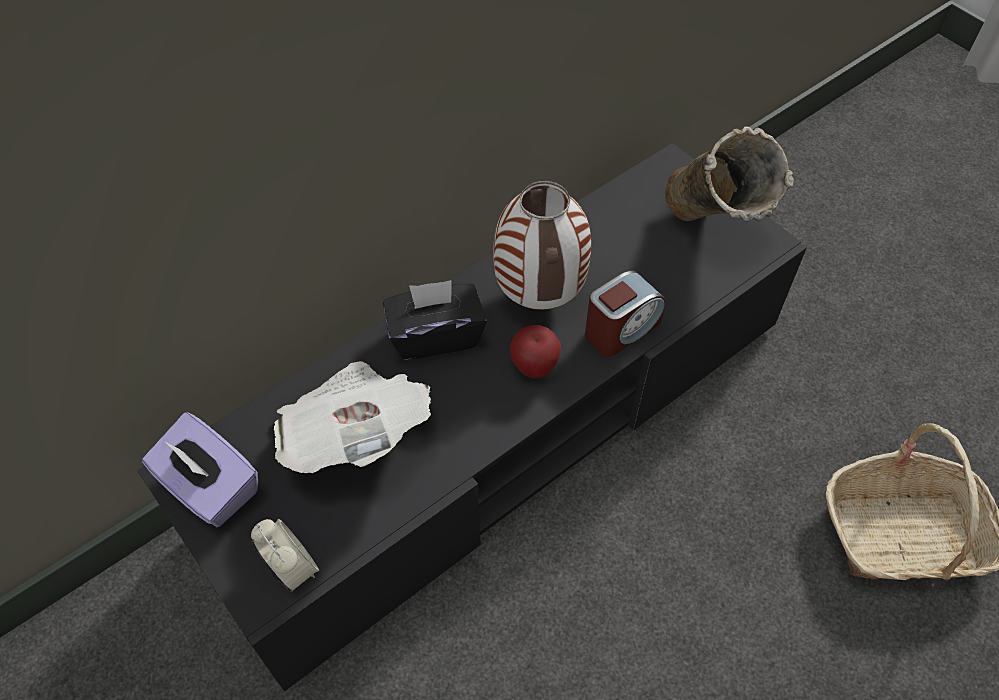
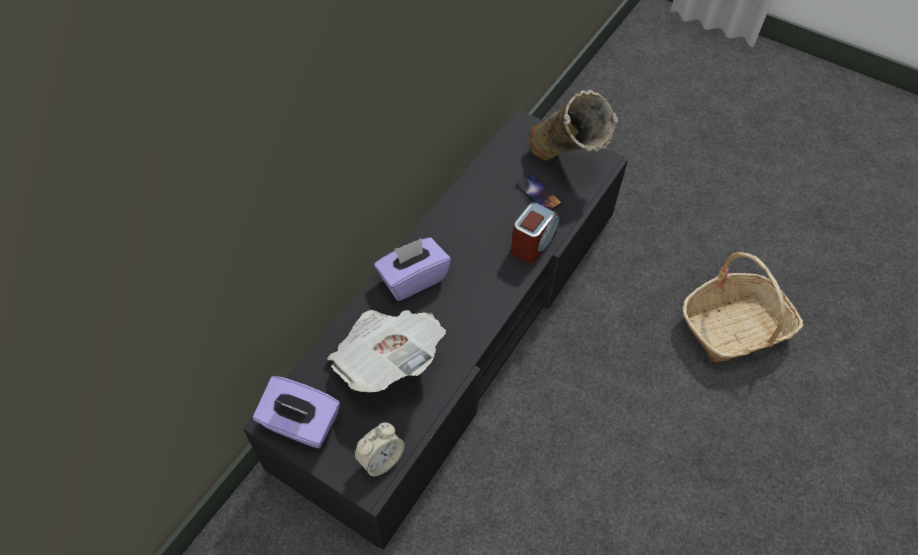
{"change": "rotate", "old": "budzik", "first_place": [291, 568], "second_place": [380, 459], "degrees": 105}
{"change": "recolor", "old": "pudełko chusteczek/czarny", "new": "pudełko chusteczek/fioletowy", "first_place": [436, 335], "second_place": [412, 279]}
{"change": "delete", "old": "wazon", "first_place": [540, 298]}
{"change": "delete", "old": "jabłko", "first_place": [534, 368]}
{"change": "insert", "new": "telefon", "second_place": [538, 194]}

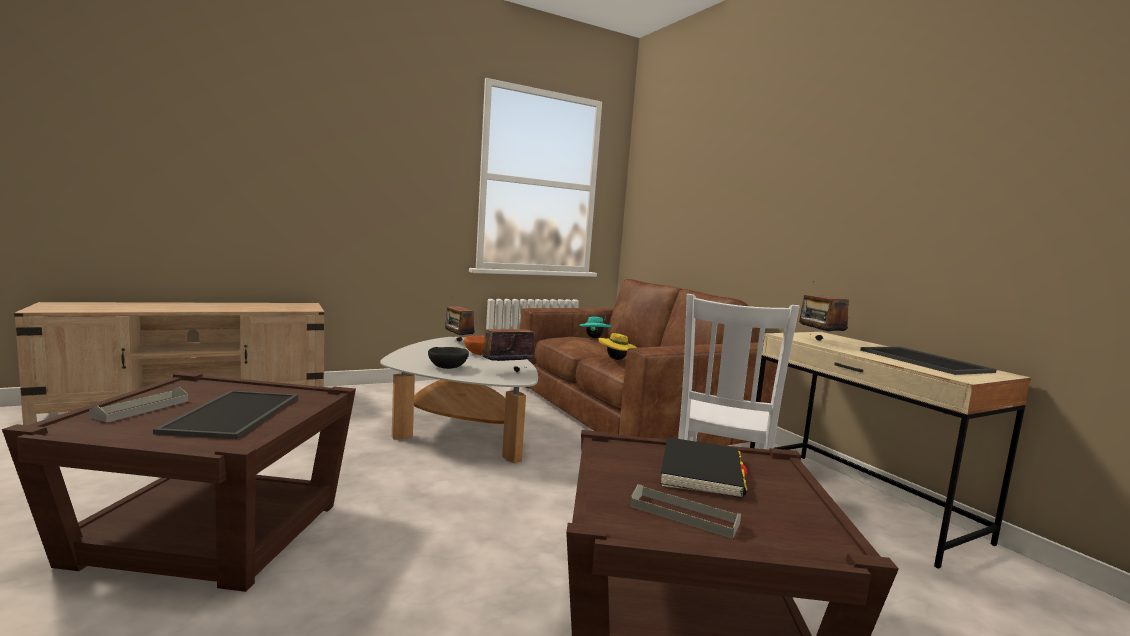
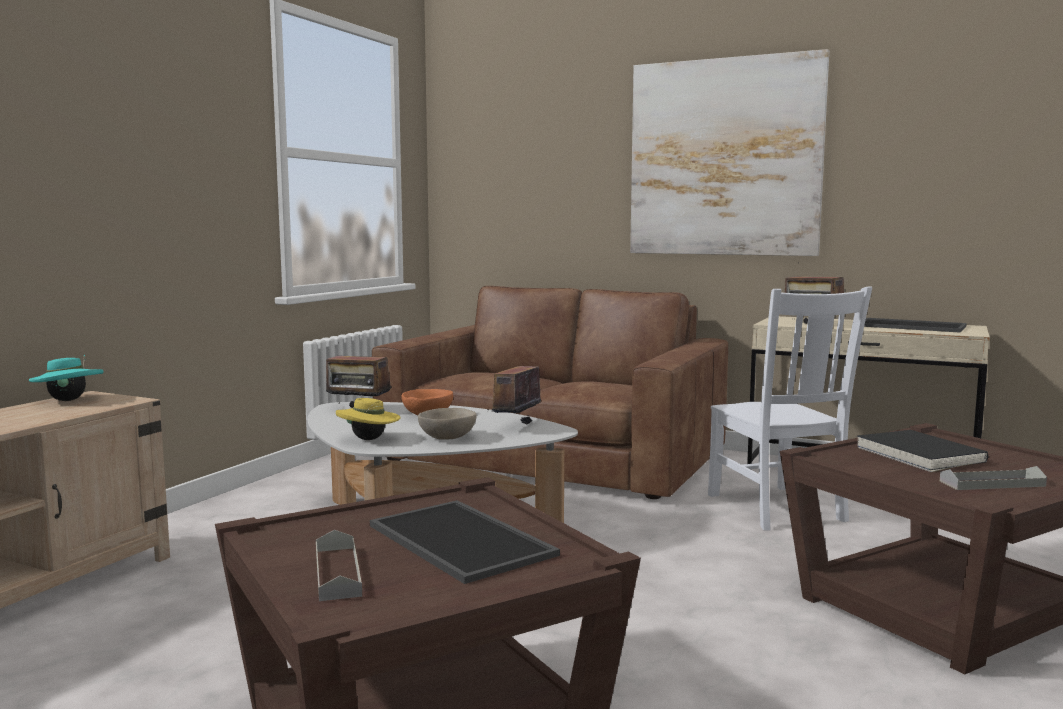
{"change": "recolor", "old": "miska/czarny", "new": "miska/beżowy", "first_place": [448, 367], "second_place": [448, 438]}
{"change": "move", "old": "kapelusz/turkusowy", "first_place": [594, 337], "second_place": [68, 400]}
{"change": "move", "old": "kapelusz/żółty", "first_place": [616, 359], "second_place": [369, 439]}
{"change": "insert", "new": "obraz", "second_place": [724, 158]}

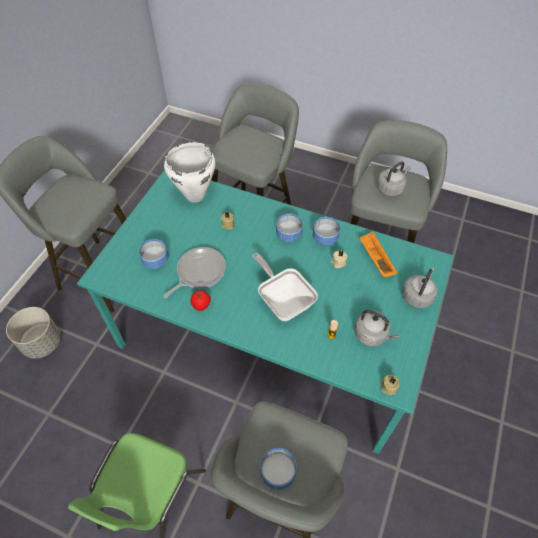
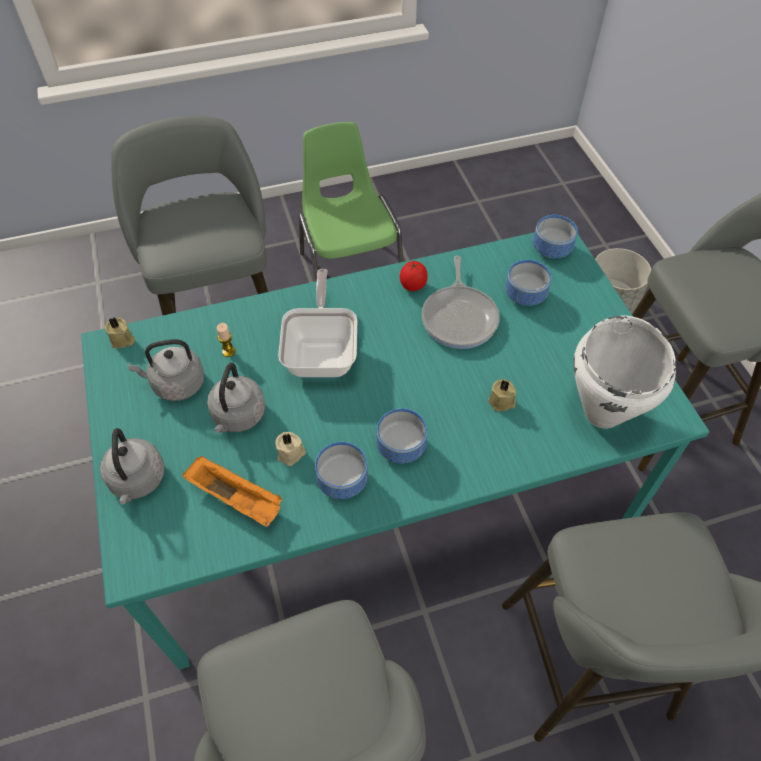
{"change": "rotate", "old": "patelnia", "first_place": [283, 300], "second_place": [322, 352], "degrees": -105}
{"change": "move", "old": "miska", "first_place": [277, 474], "second_place": [550, 248]}
{"change": "move", "old": "czajnik/szary", "first_place": [391, 188], "second_place": [238, 417]}

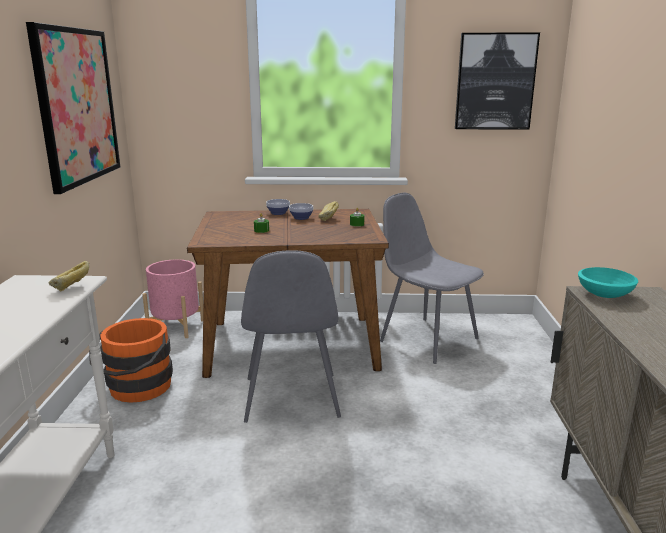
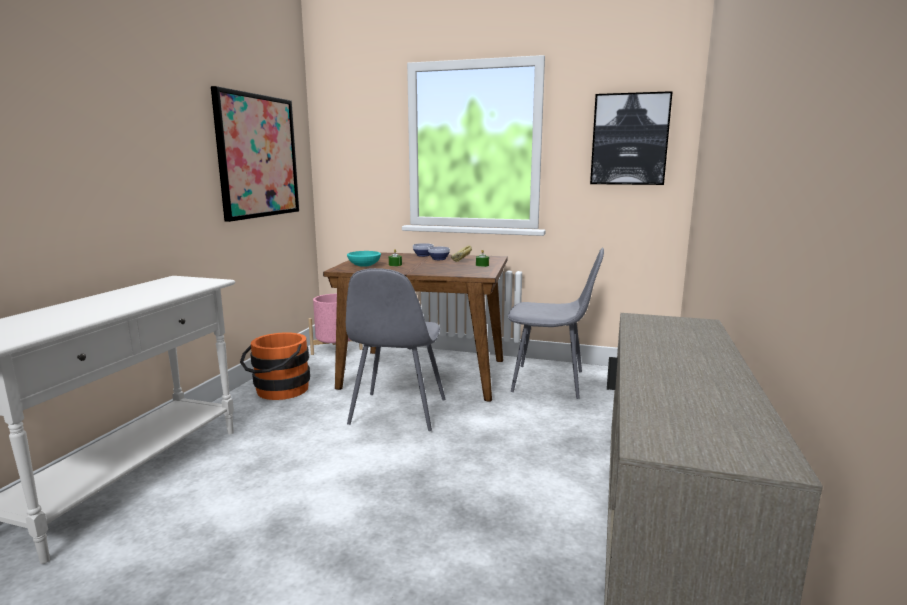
{"change": "delete", "old": "chleb", "first_place": [72, 288]}
{"change": "rotate", "old": "krzesło/szary", "first_place": [426, 339], "second_place": [550, 382], "degrees": 135}
{"change": "move", "old": "miska/turkusowy", "first_place": [605, 295], "second_place": [364, 265]}

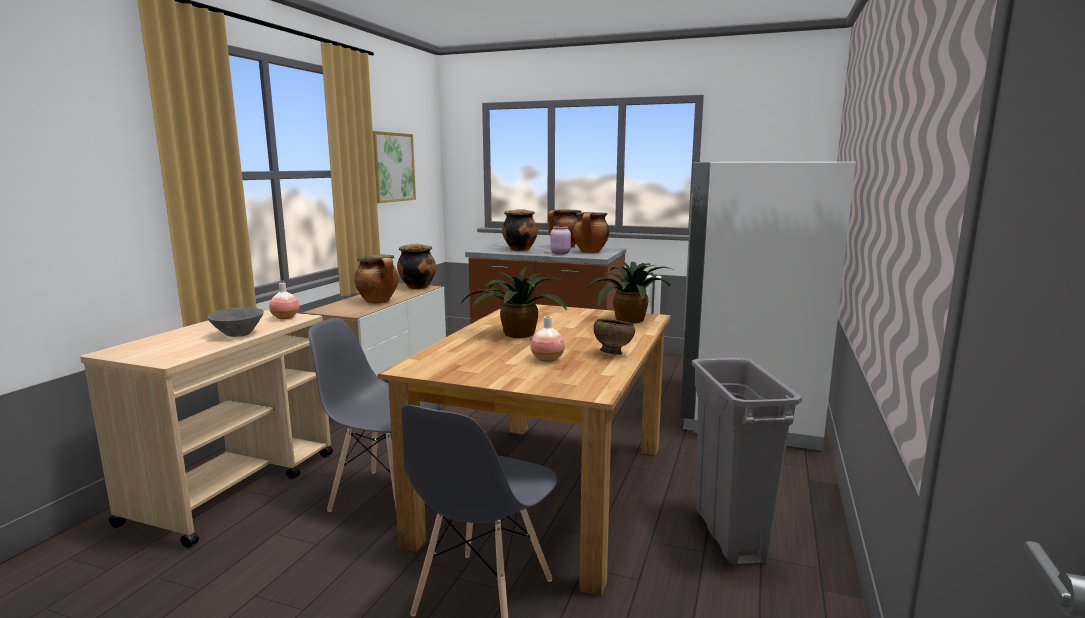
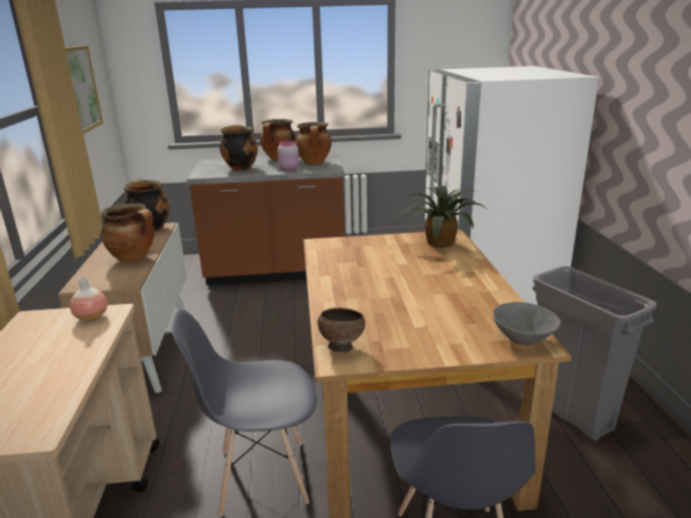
{"change": "move", "old": "miska/szary", "first_place": [238, 334], "second_place": [523, 340]}
{"change": "delete", "old": "roślina doniczkowa", "first_place": [516, 334]}
{"change": "delete", "old": "wazon", "first_place": [547, 359]}
{"change": "move", "old": "miska/brązowy", "first_place": [612, 353], "second_place": [341, 348]}

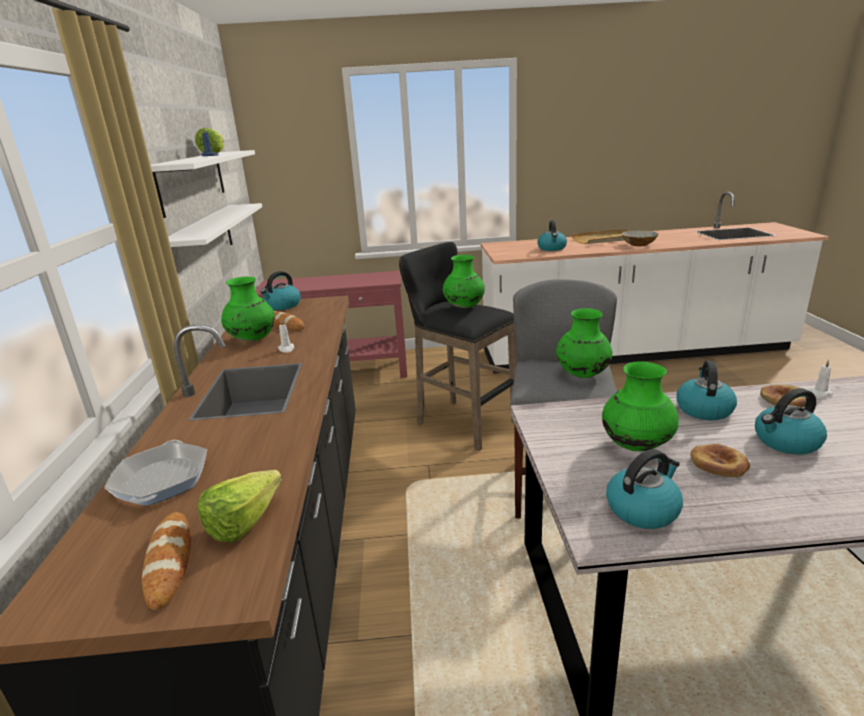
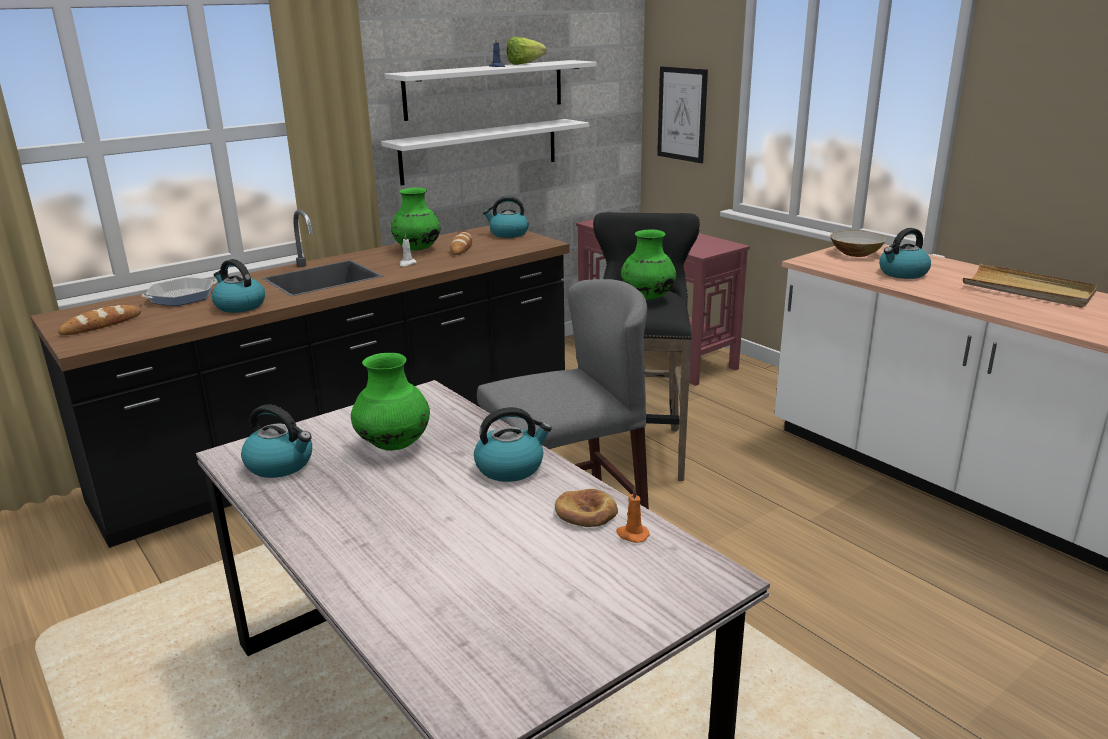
{"change": "delete", "old": "sałata", "first_place": [251, 520]}
{"change": "delete", "old": "wazon/zielony", "first_place": [582, 374]}
{"change": "move", "old": "miska", "first_place": [638, 244], "second_place": [855, 253]}
{"change": "delete", "old": "chleb", "first_place": [719, 464]}
{"change": "move", "old": "czajnik", "first_place": [786, 442], "second_place": [239, 306]}
{"change": "recolor", "old": "świeca/biały", "new": "świeca/pomarańczowy", "first_place": [819, 394], "second_place": [632, 534]}
{"change": "insert", "new": "obraz", "second_place": [682, 114]}

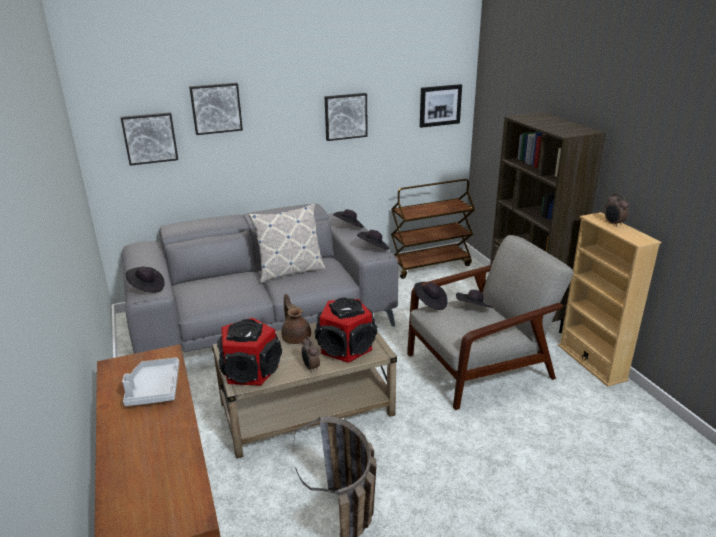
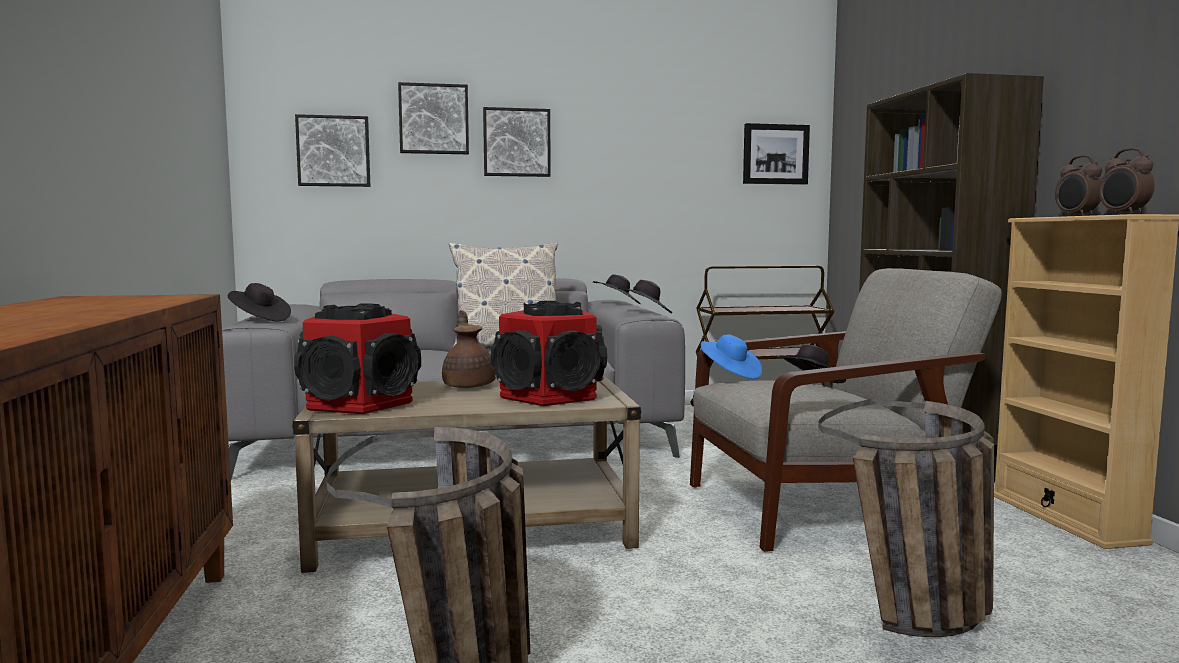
{"change": "delete", "old": "taca/szary", "first_place": [154, 389]}
{"change": "move", "old": "budzik", "first_place": [310, 368], "second_place": [1123, 214]}
{"change": "move", "old": "obraz", "first_place": [345, 116], "second_place": [516, 142]}
{"change": "recolor", "old": "kapelusz/czarny", "new": "kapelusz/niebieski", "first_place": [430, 303], "second_place": [730, 374]}
{"change": "insert", "new": "koszyk", "second_place": [919, 622]}

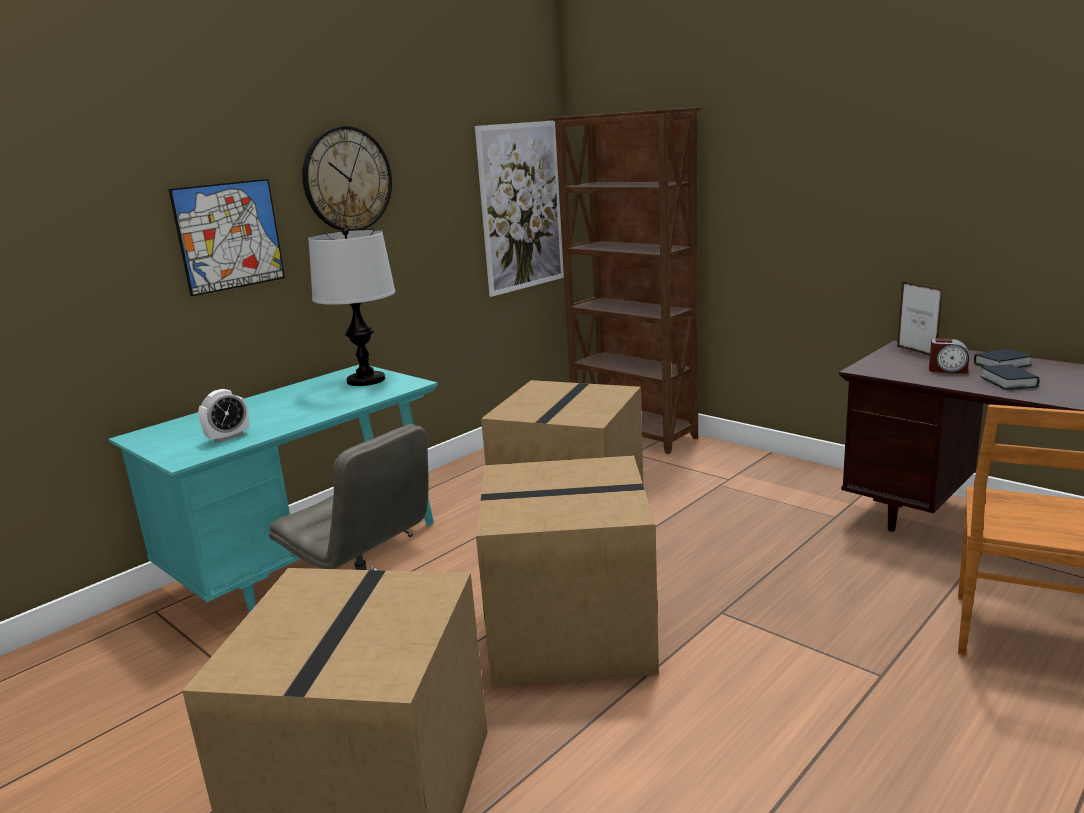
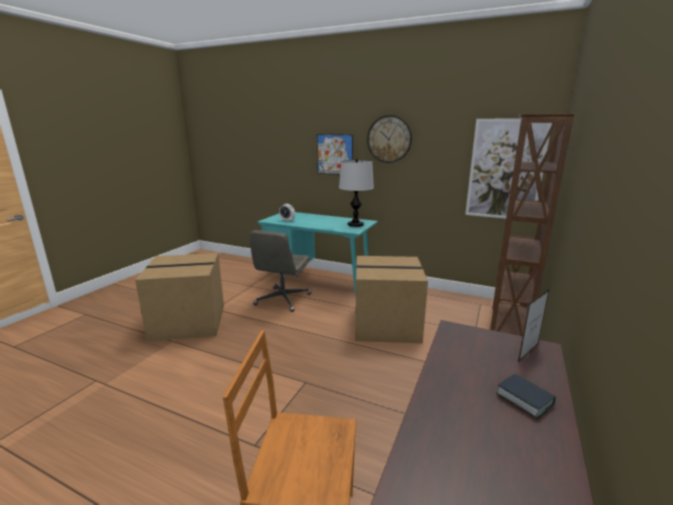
{"change": "delete", "old": "karton", "first_place": [573, 629]}
{"change": "delete", "old": "budzik", "first_place": [947, 370]}
{"change": "delete", "old": "książka", "first_place": [1008, 382]}

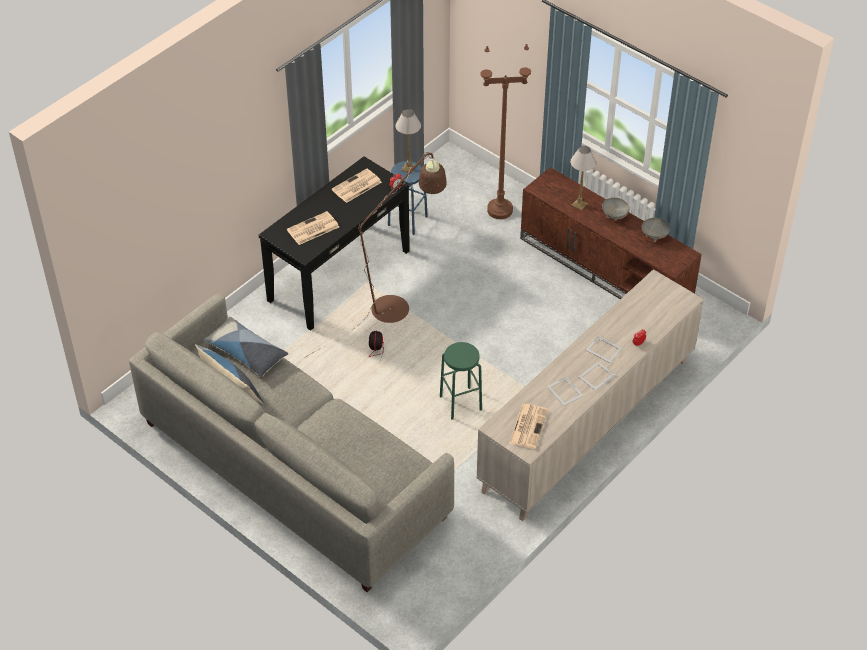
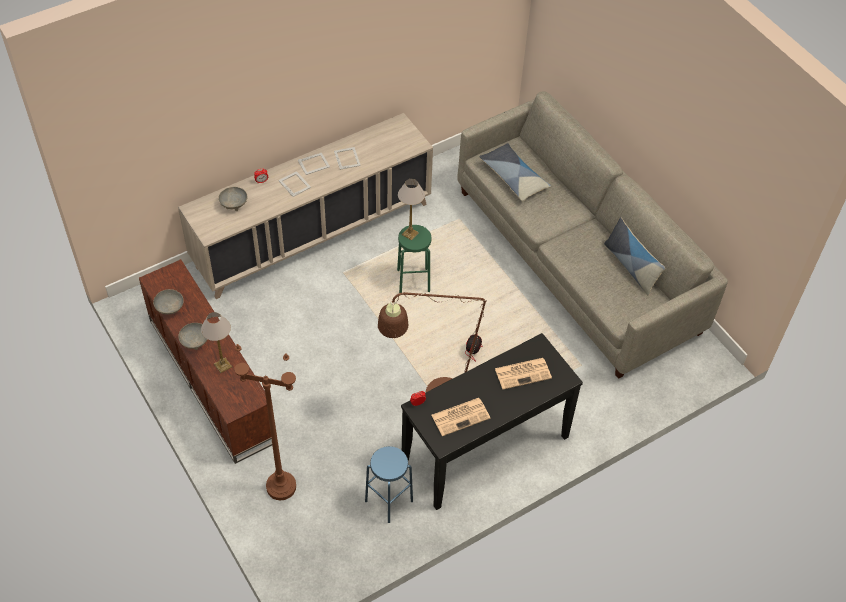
{"change": "move", "old": "poduszka", "first_place": [246, 353], "second_place": [513, 177]}
{"change": "move", "old": "lampa stołowa", "first_place": [408, 168], "second_place": [410, 233]}
{"change": "delete", "old": "gazeta", "first_place": [528, 426]}
{"change": "insert", "new": "miska/szary", "second_place": [234, 204]}

